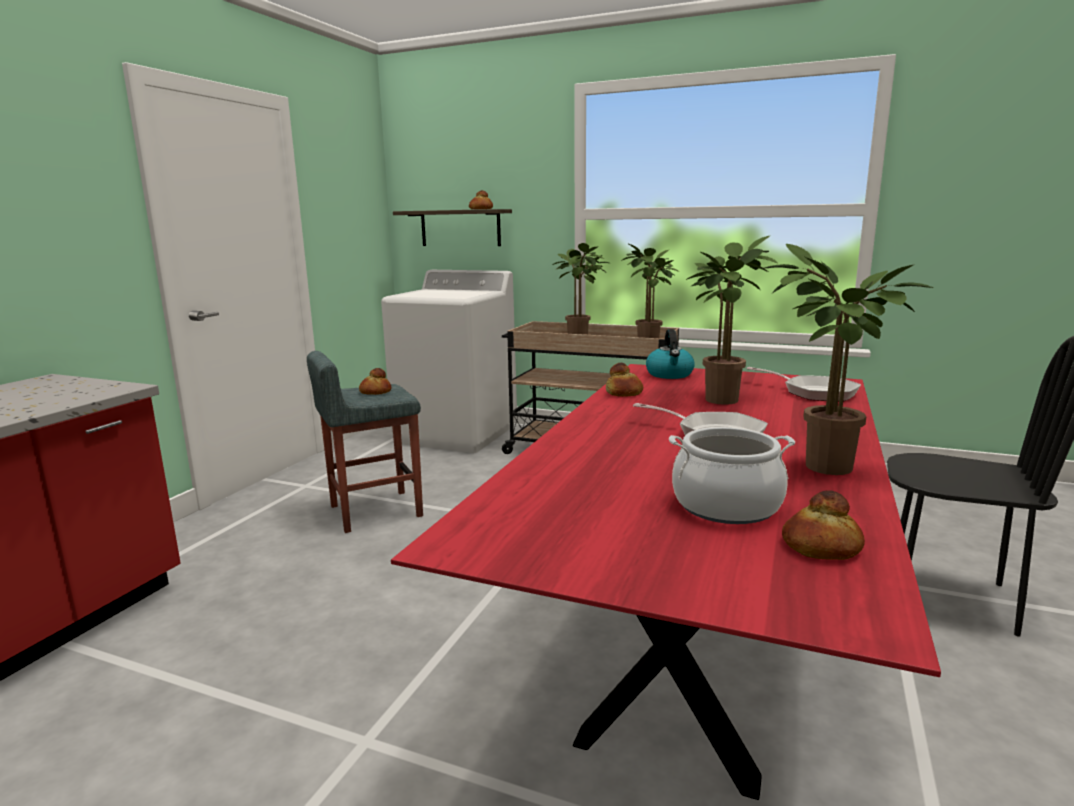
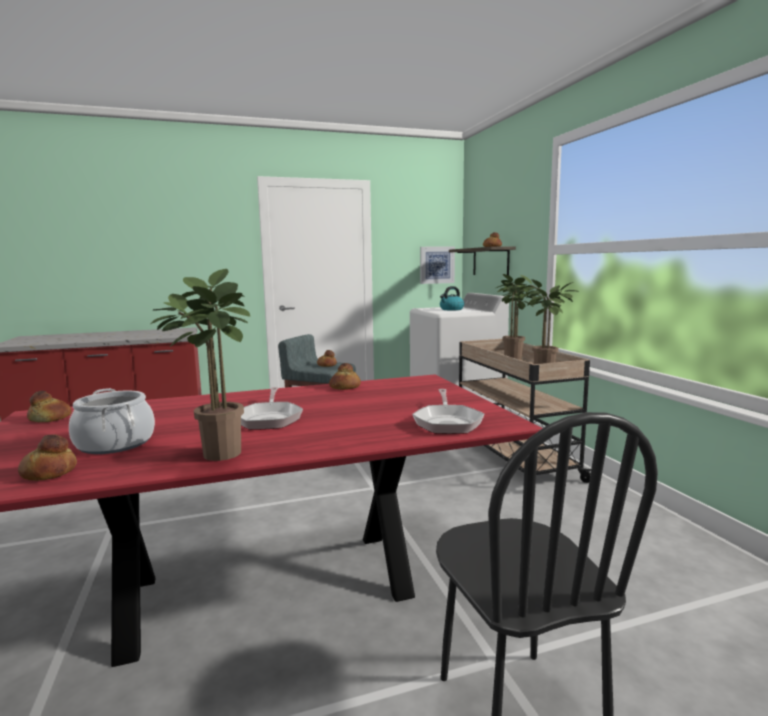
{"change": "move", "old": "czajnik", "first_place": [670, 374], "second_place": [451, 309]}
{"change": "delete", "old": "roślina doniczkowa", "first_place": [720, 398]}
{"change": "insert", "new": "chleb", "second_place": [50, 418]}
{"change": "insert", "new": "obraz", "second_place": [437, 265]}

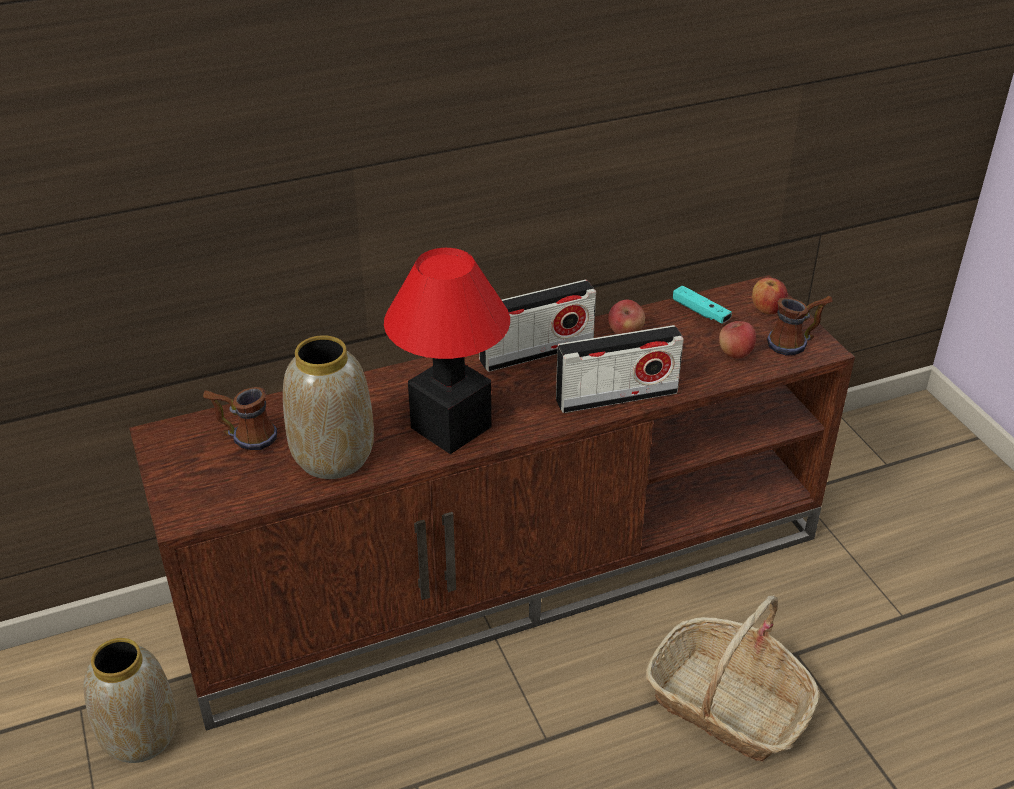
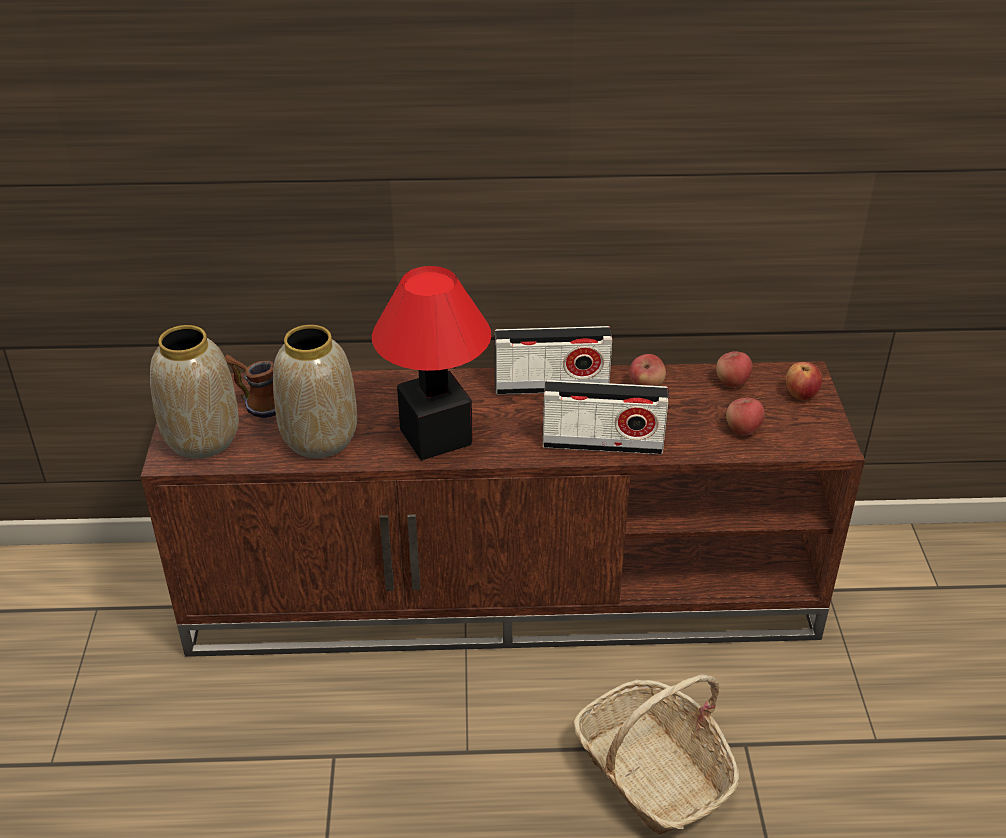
{"change": "move", "old": "wazon", "first_place": [141, 735], "second_place": [203, 438]}
{"change": "replace", "old": "pad do gier/turkusowy", "new": "jabłko", "first_place": [700, 312], "second_place": [732, 382]}
{"change": "delete", "old": "kubek", "first_place": [796, 342]}

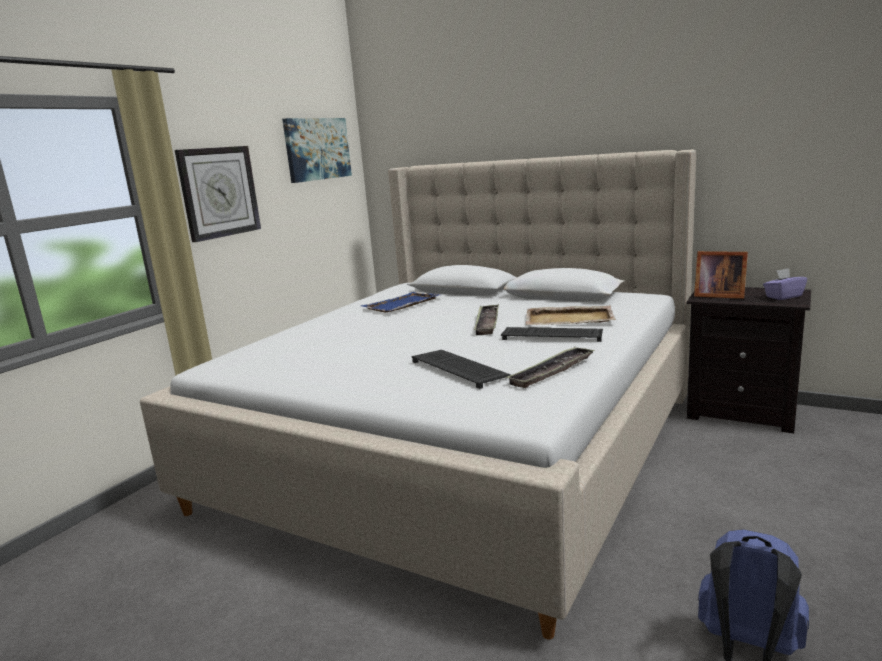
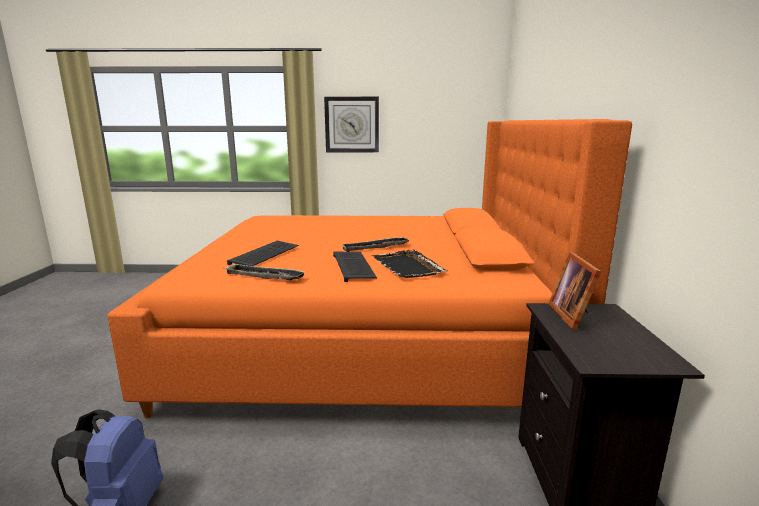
{"change": "recolor", "old": "łóżko/beżowy", "new": "łóżko/pomarańczowy", "first_place": [463, 447], "second_place": [366, 337]}
{"change": "delete", "old": "obraz", "first_place": [317, 149]}
{"change": "delete", "old": "taca/niebieski", "first_place": [401, 304]}
{"change": "recolor", "old": "taca/beżowy", "new": "taca/czarny", "first_place": [570, 319], "second_place": [407, 267]}
{"change": "delete", "old": "pudełko chusteczek/fioletowy", "first_place": [783, 296]}

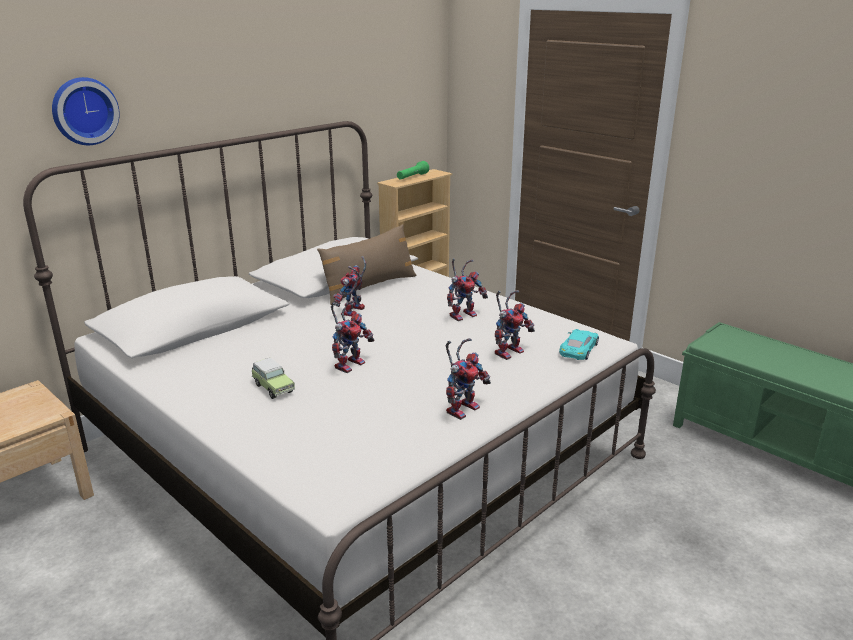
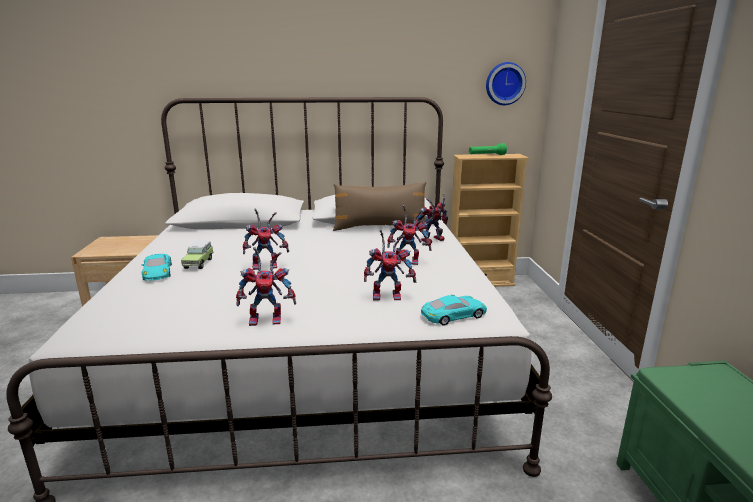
{"change": "move", "old": "zegar ścienny", "first_place": [84, 111], "second_place": [504, 83]}
{"change": "move", "old": "robot zabawkowy", "first_place": [353, 312], "second_place": [432, 241]}
{"change": "insert", "new": "samochodzik/turkusowy", "second_place": [157, 272]}

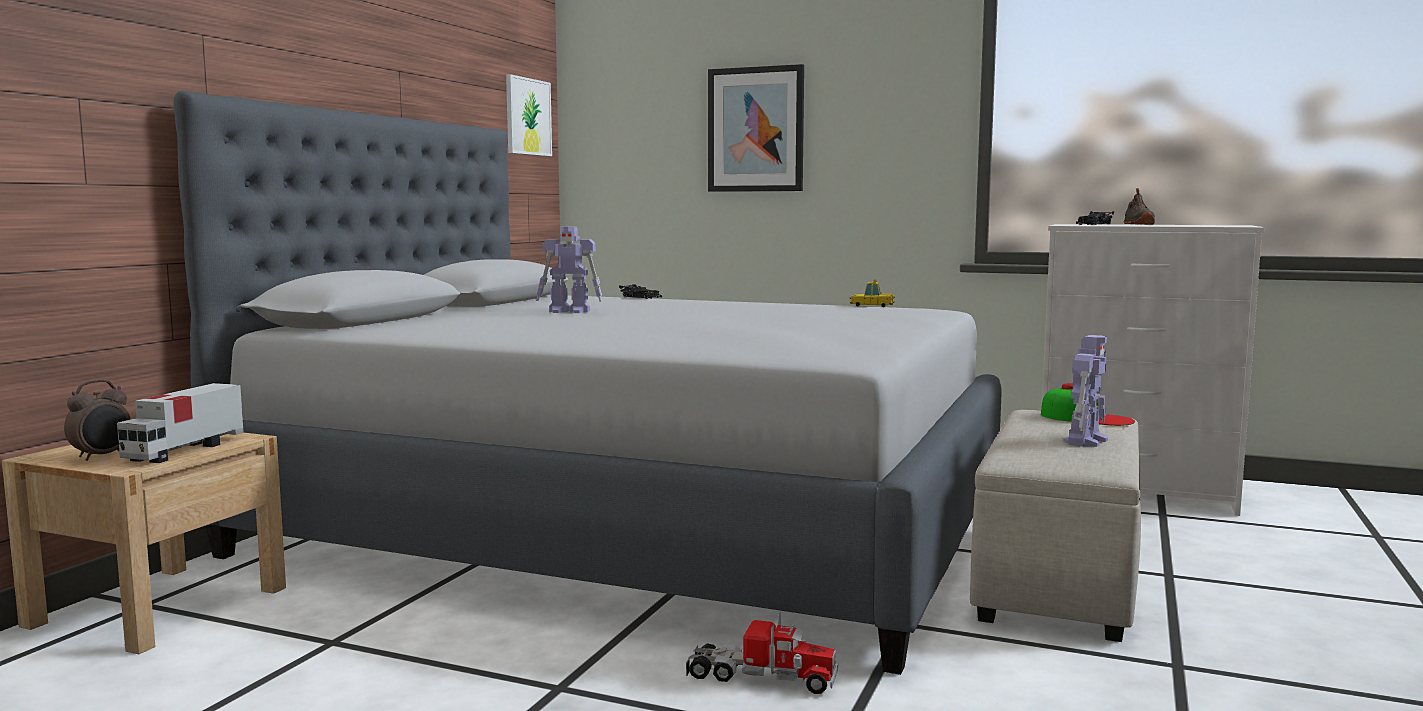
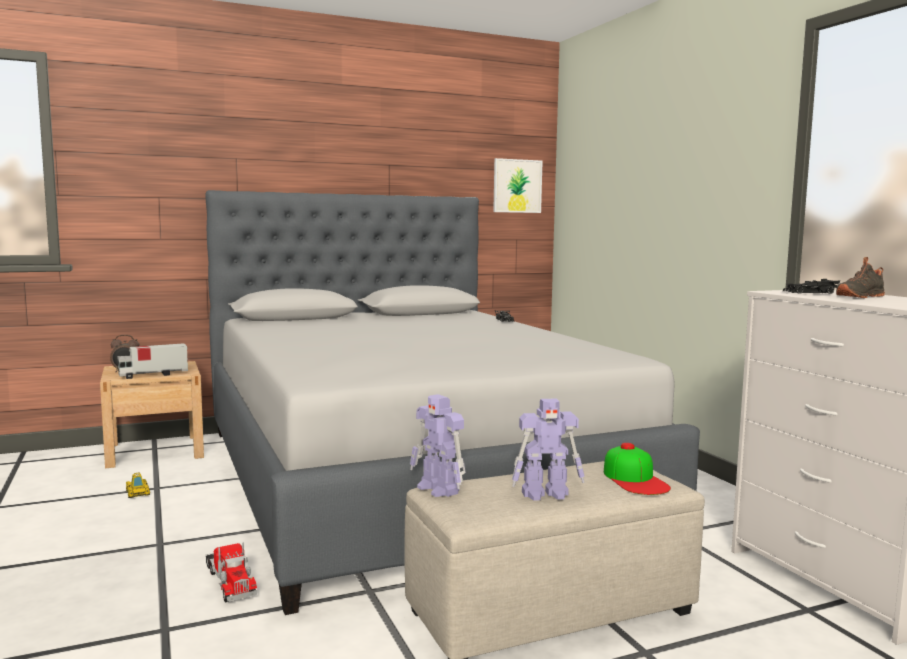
{"change": "move", "old": "robot zabawkowy", "first_place": [570, 311], "second_place": [439, 489]}
{"change": "delete", "old": "obraz", "first_place": [755, 129]}
{"change": "move", "old": "samochodzik", "first_place": [872, 305], "second_place": [138, 492]}

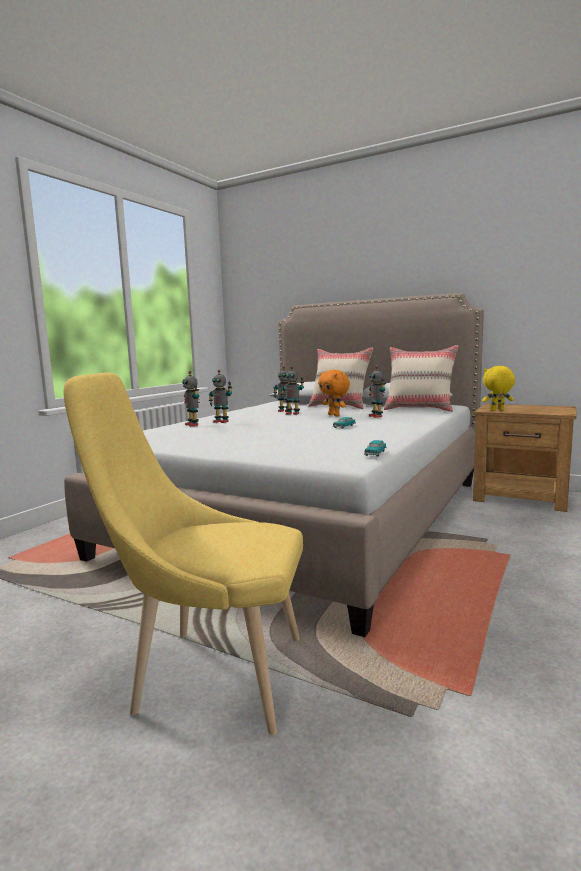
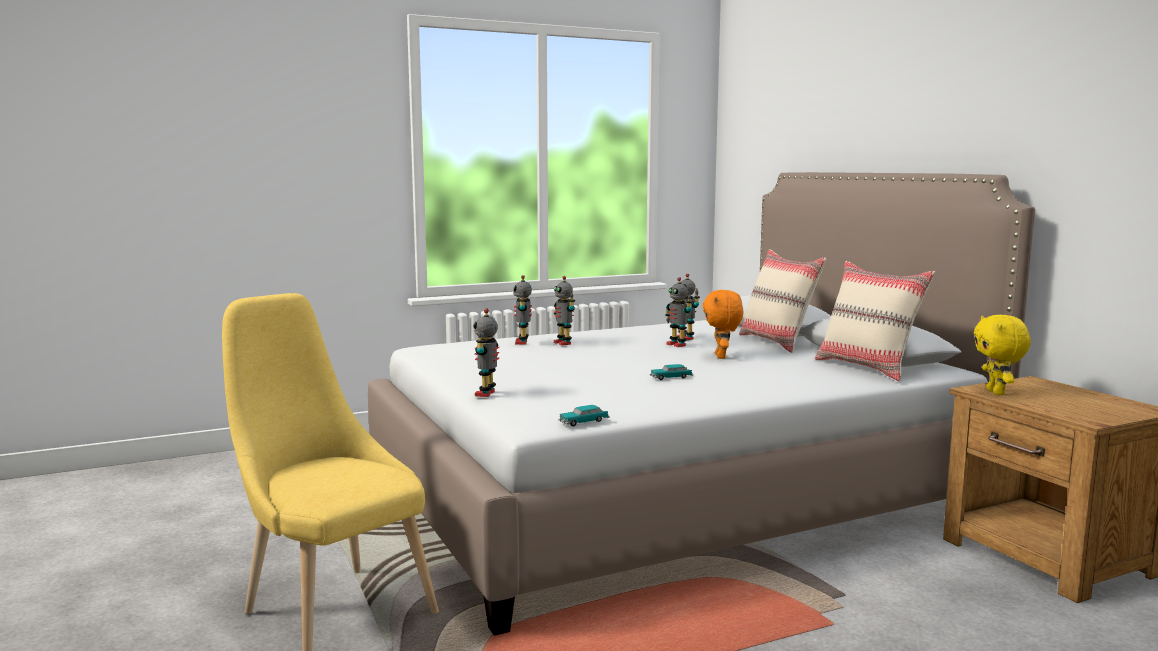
{"change": "move", "old": "robot zabawkowy", "first_place": [376, 416], "second_place": [487, 394]}
{"change": "rotate", "old": "pluszak/żółty", "first_place": [497, 410], "second_place": [997, 392], "degrees": -120}

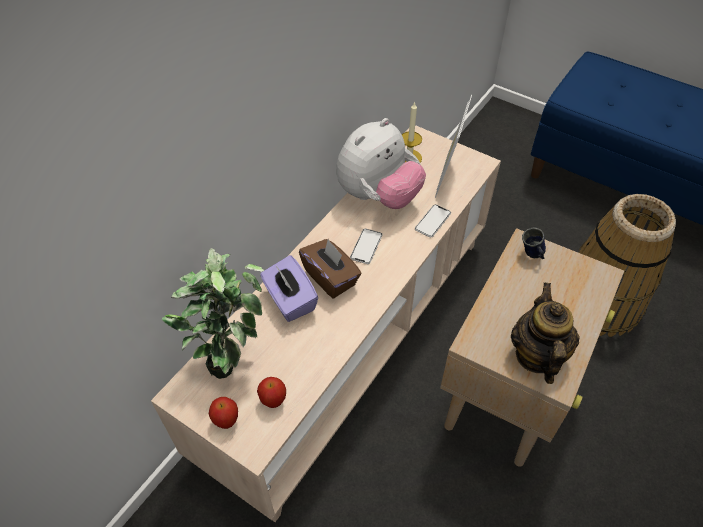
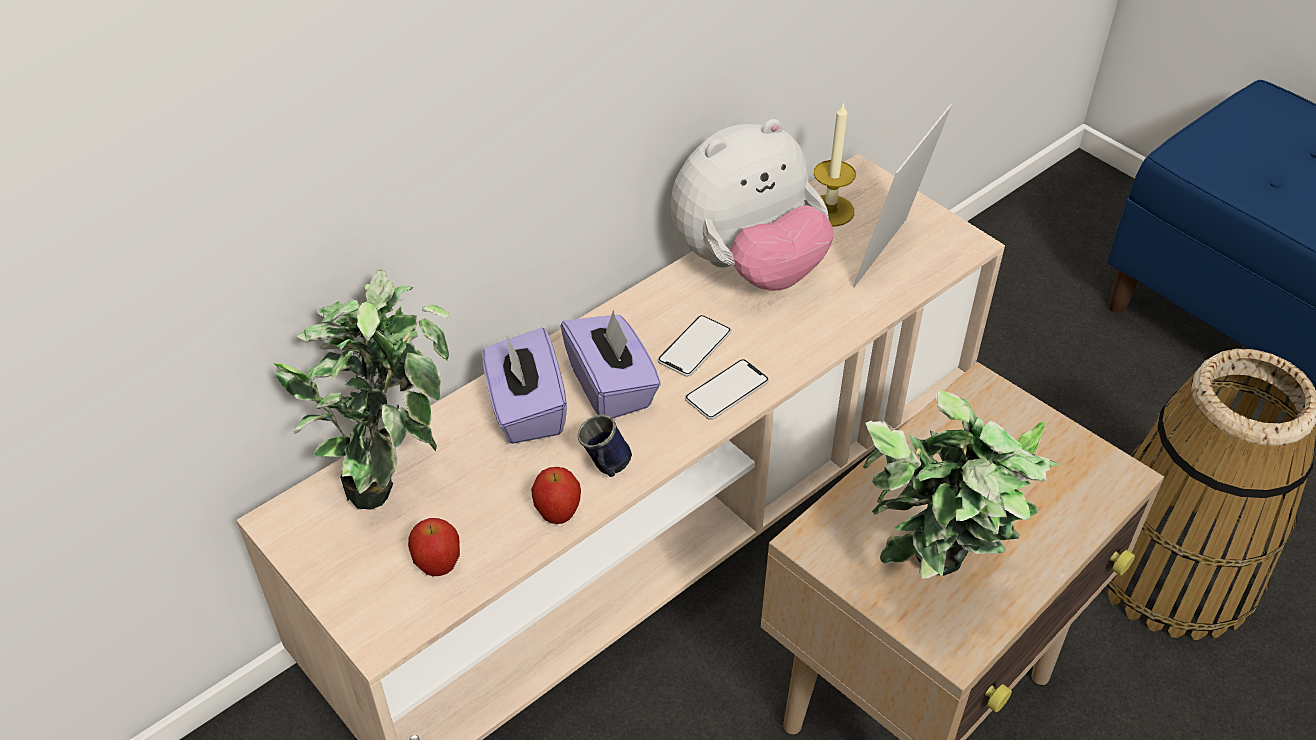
{"change": "move", "old": "jabłko", "first_place": [226, 421], "second_place": [558, 514]}
{"change": "recolor", "old": "pudełko chusteczek/brązowy", "new": "pudełko chusteczek/fioletowy", "first_place": [331, 278], "second_place": [611, 386]}
{"change": "move", "old": "telefon", "first_place": [432, 221], "second_place": [727, 391]}
{"change": "replace", "old": "imbryk", "new": "roślina doniczkowa", "first_place": [536, 355], "second_place": [930, 587]}
{"change": "move", "old": "kubek/niebieski", "first_place": [532, 255], "second_place": [606, 468]}

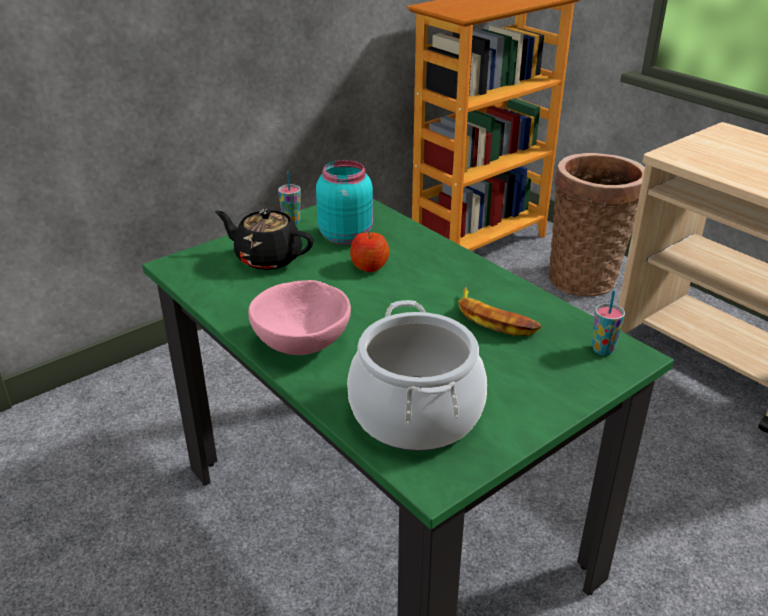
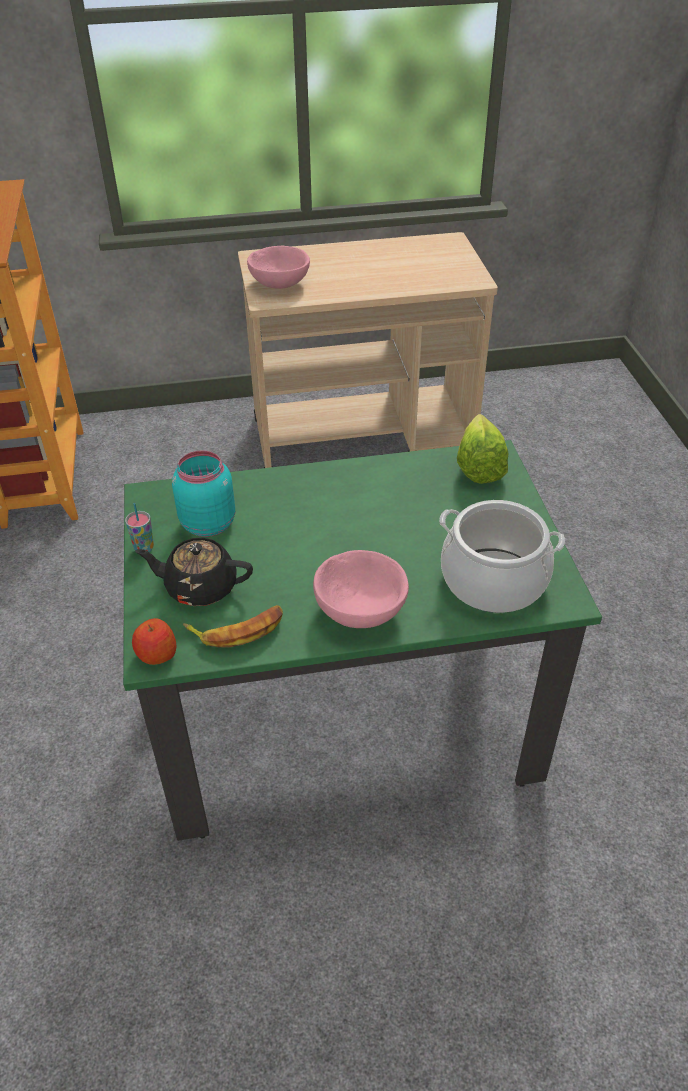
{"change": "rotate", "old": "imbryk/czarny", "first_place": [267, 258], "second_place": [200, 587], "degrees": 45}
{"change": "move", "old": "jabłko", "first_place": [369, 266], "second_place": [156, 654]}
{"change": "move", "old": "banan", "first_place": [494, 319], "second_place": [238, 629]}
{"change": "delete", "old": "koszyk", "first_place": [585, 277]}
{"change": "replace", "old": "filiżanka", "new": "sałata", "first_place": [602, 349], "second_place": [480, 463]}
{"change": "insert", "new": "miska/różowy", "second_place": [280, 284]}

